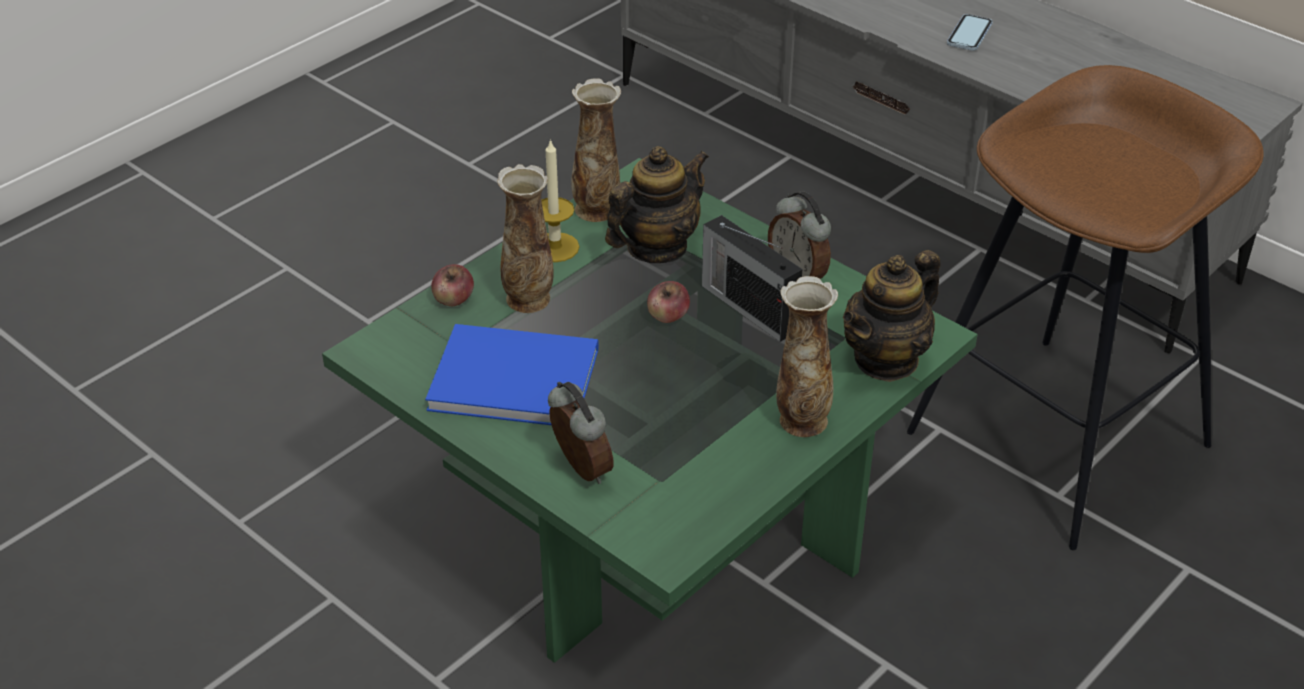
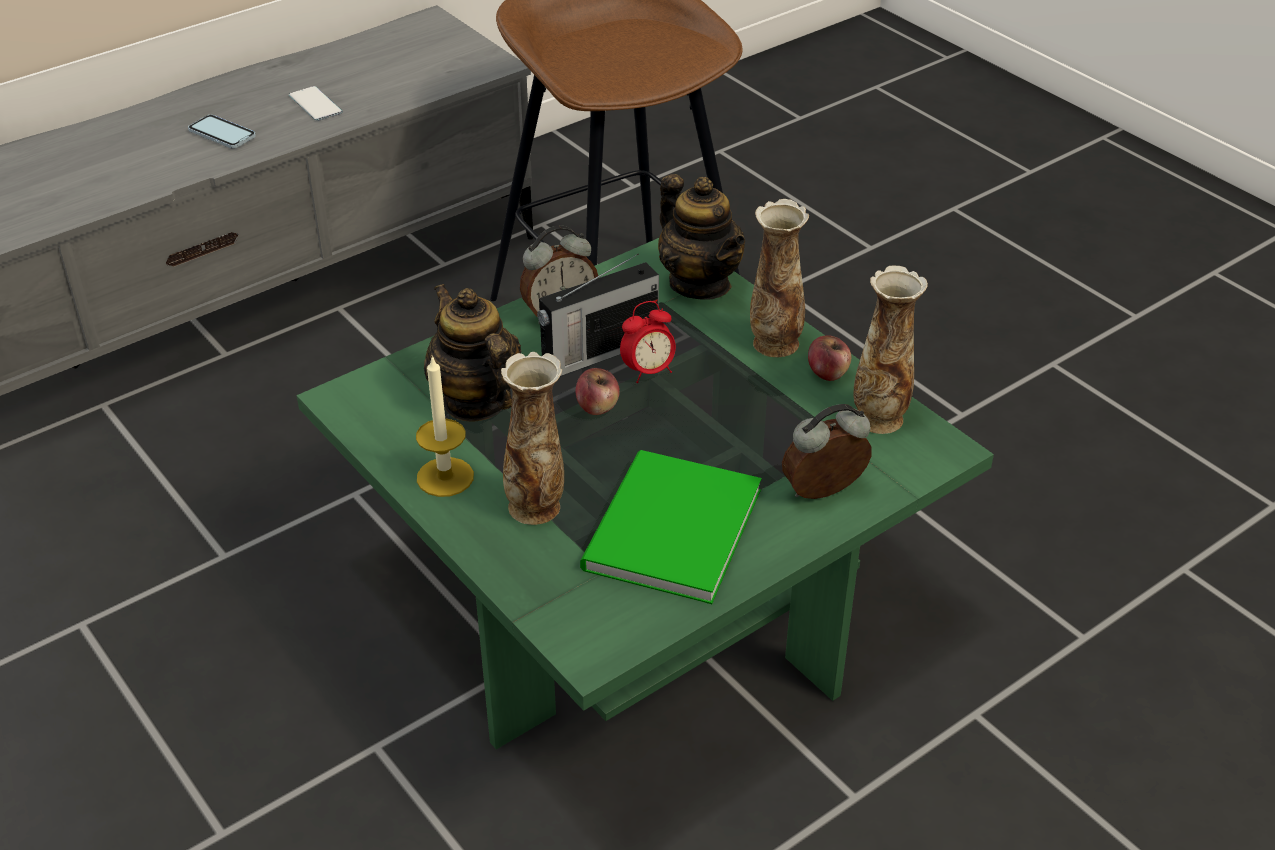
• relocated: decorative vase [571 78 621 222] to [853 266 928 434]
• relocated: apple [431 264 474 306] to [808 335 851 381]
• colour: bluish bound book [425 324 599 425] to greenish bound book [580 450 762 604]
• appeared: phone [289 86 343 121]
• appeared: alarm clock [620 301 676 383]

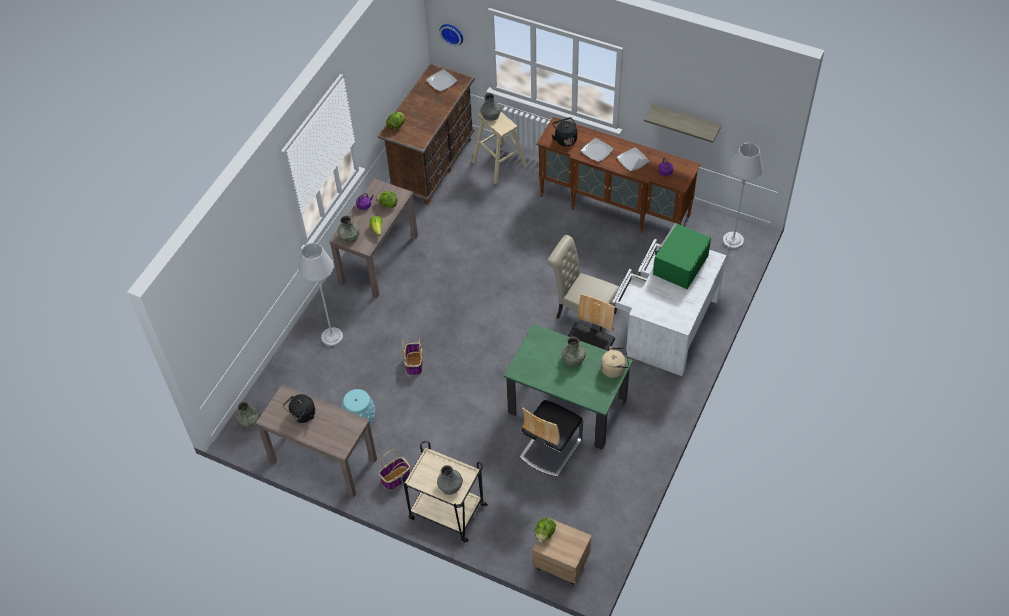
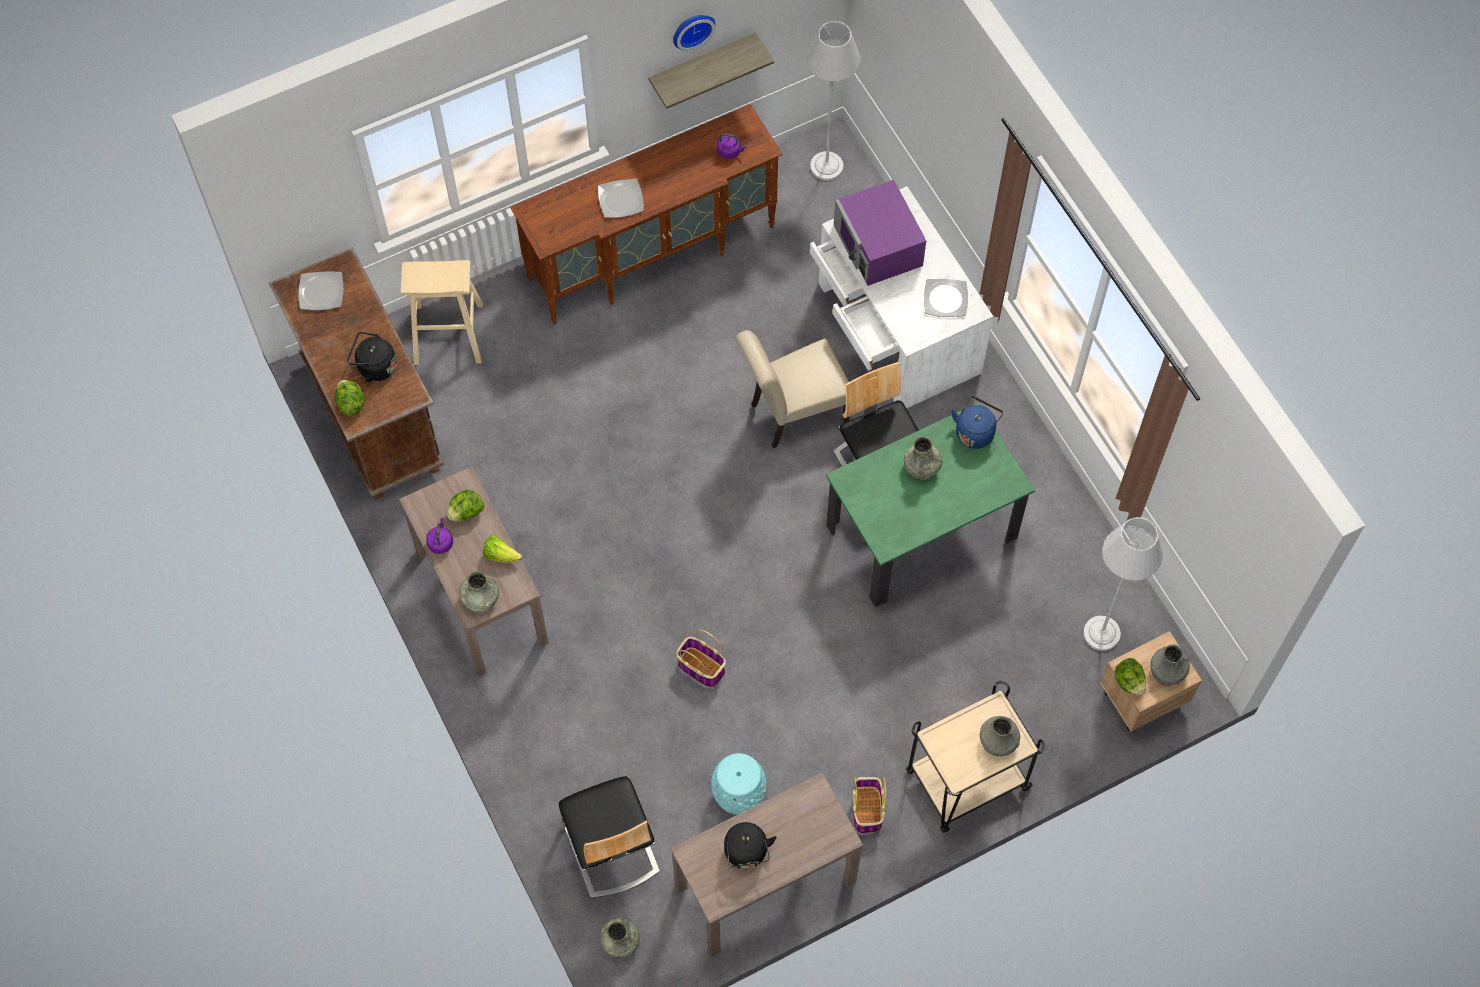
• relocated: wall clock [439 24 463 46] to [673 15 715 51]
• relocated: gray decorative vase [480 93 501 121] to [1150 644 1190 686]
• relocated: black tea kettle [552 117 577 146] to [347 332 396 382]
• relocated: dinner plate [617 147 649 171] to [924 279 968 317]
• colour: greenish microwave [653 223 711 289] to purple-coloured microwave [834 180 926 286]
• relocated: gray standard lamp [299 243 343 346] to [1083 517 1163 651]
• colour: beige-coloured tea kettle [601 346 629 378] to bluish tea kettle [951 396 1003 449]
• relocated: upright chair [520 400 583 477] to [558 776 660 898]

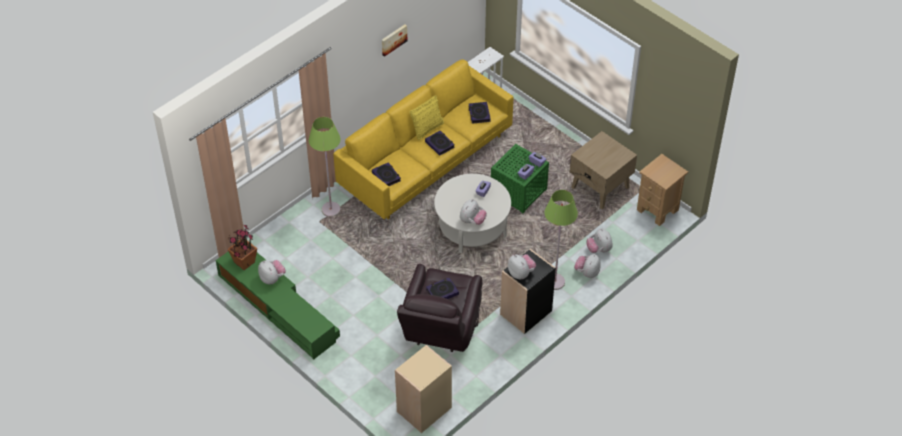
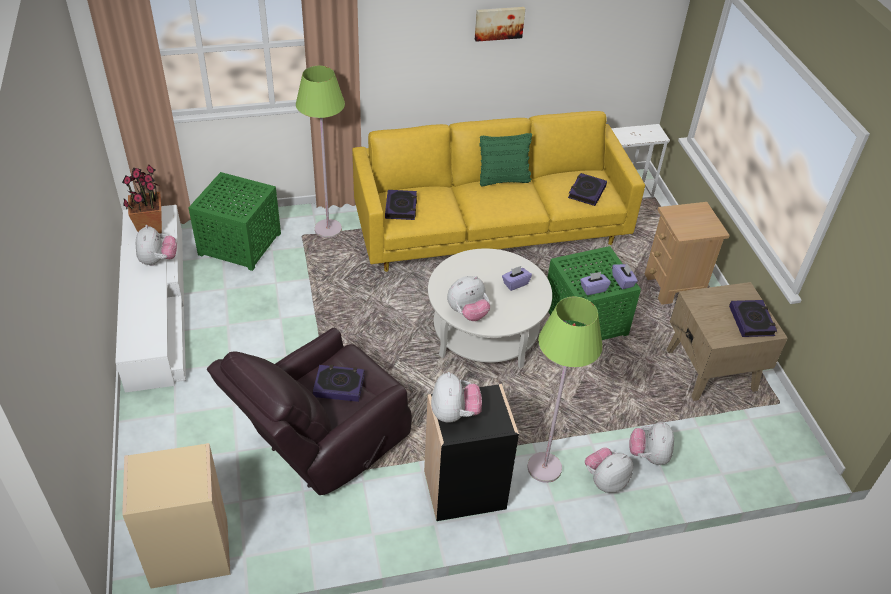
• colour: yellow throw pillow [410 95 444 140] to greenish throw pillow [479 133 532 186]
• relocated: bound book [425 131 455 156] to [729 300 777 337]
• relocated: beige-coloured bedside table [637 154 688 226] to [645 202 730 305]
• colour: greenish tv unit [216 251 340 360] to white-coloured tv unit [115 205 186 393]
• appeared: greenish accent table [189 172 281 271]

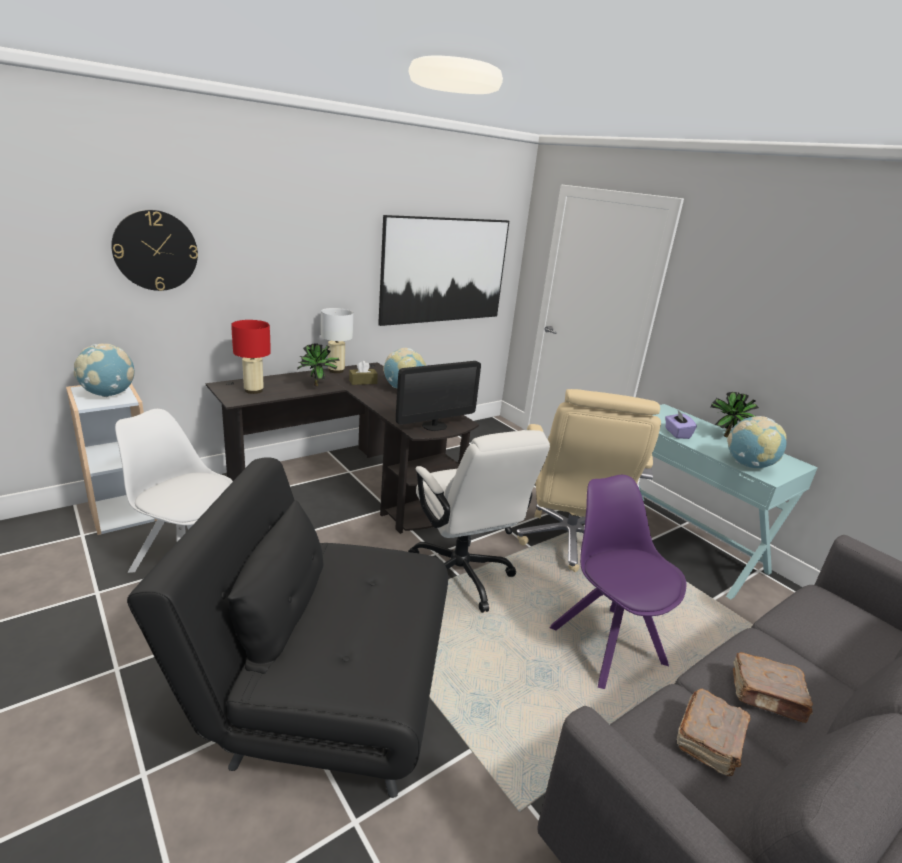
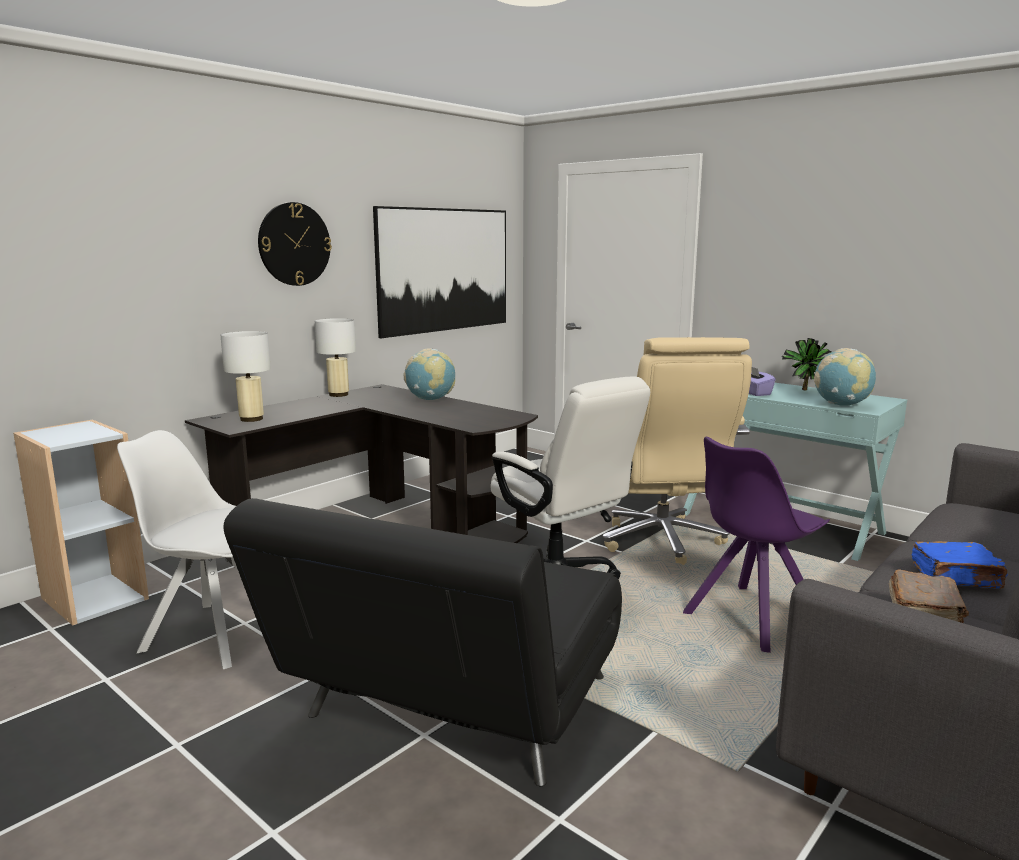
• relocated: wall clock [111 210 198 291] to [258 202 332 286]
• colour: red-coloured tabletop lamp [231 320 271 394] to white-coloured tabletop lamp [221 331 270 422]
• missing: world globe [74 344 135 397]
• missing: plant in a pot [297 344 340 386]
• missing: brownish tissue holder [349 361 378 385]
• missing: computer screen [396 361 481 431]
• spun: black easy chair [127 457 448 798] = [223 498 622 786] 60 degrees counterclockwise
• spun: purple-coloured upright chair [550 475 687 689] = [683 437 830 653] 90 degrees counterclockwise
• colour: brownish bound book [733 652 813 723] to bluish bound book [912 541 1008 589]

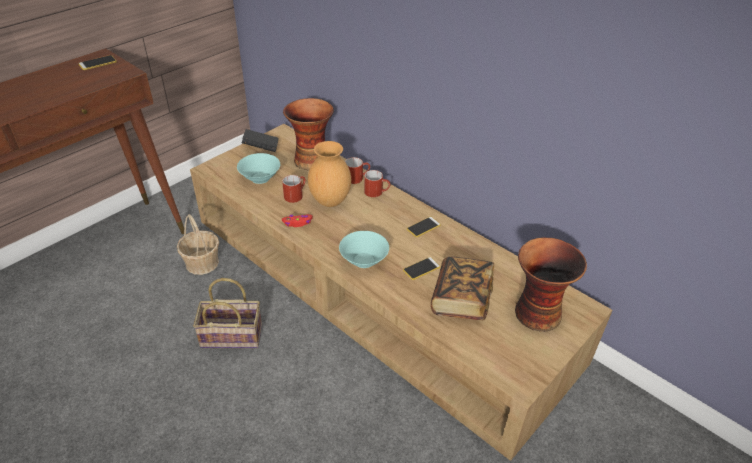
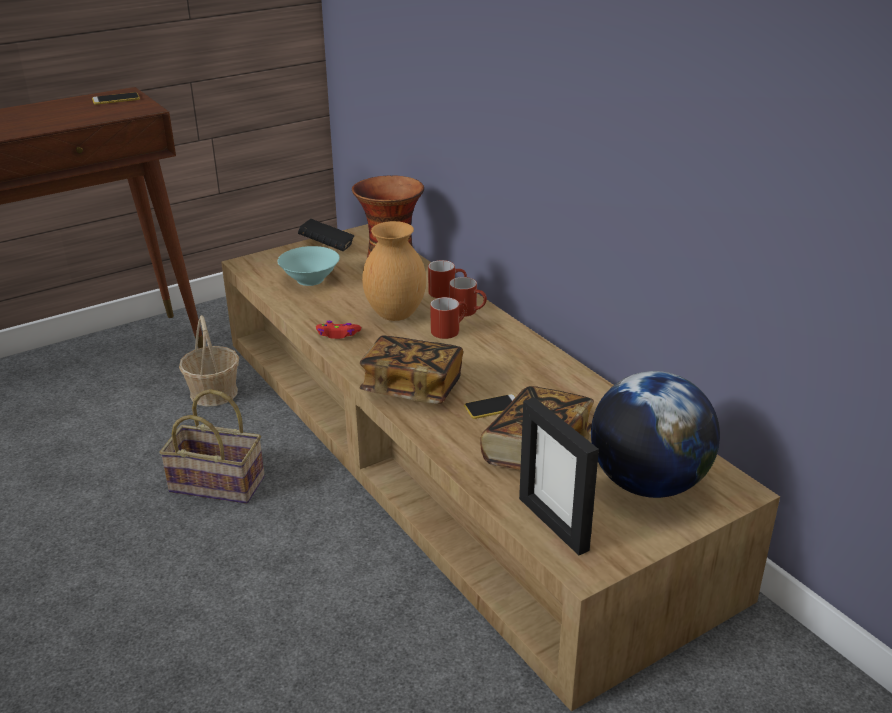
• relocated: red-coloured tea mug [282 175 306 203] to [430 297 467 339]
• missing: phone [407 217 441 237]
• exchanged: blue-green deep dish [339 231 389 268] to bound book [360 335 463 404]
• exchanged: decorative vase [515 237 587 332] to world globe [591 371 720 498]
• appeared: standing frame [519 397 599 555]

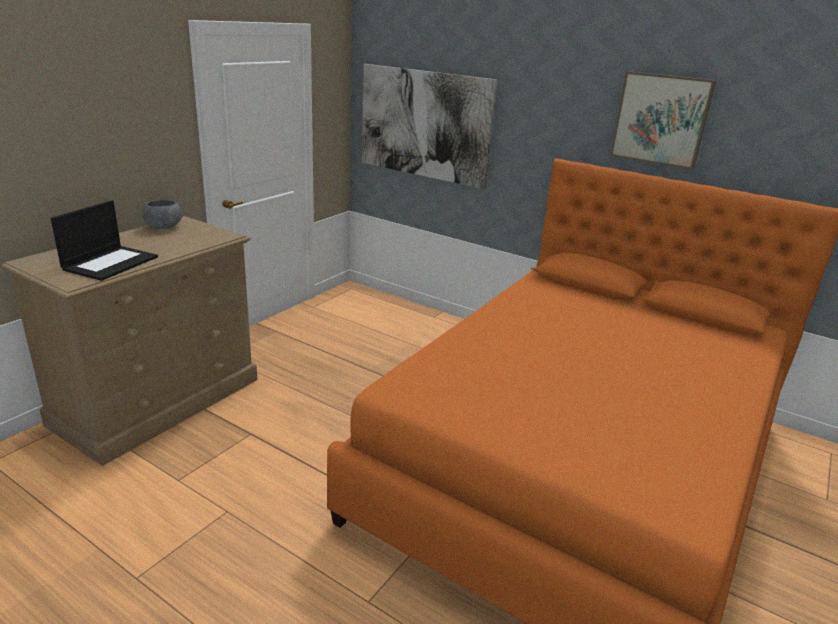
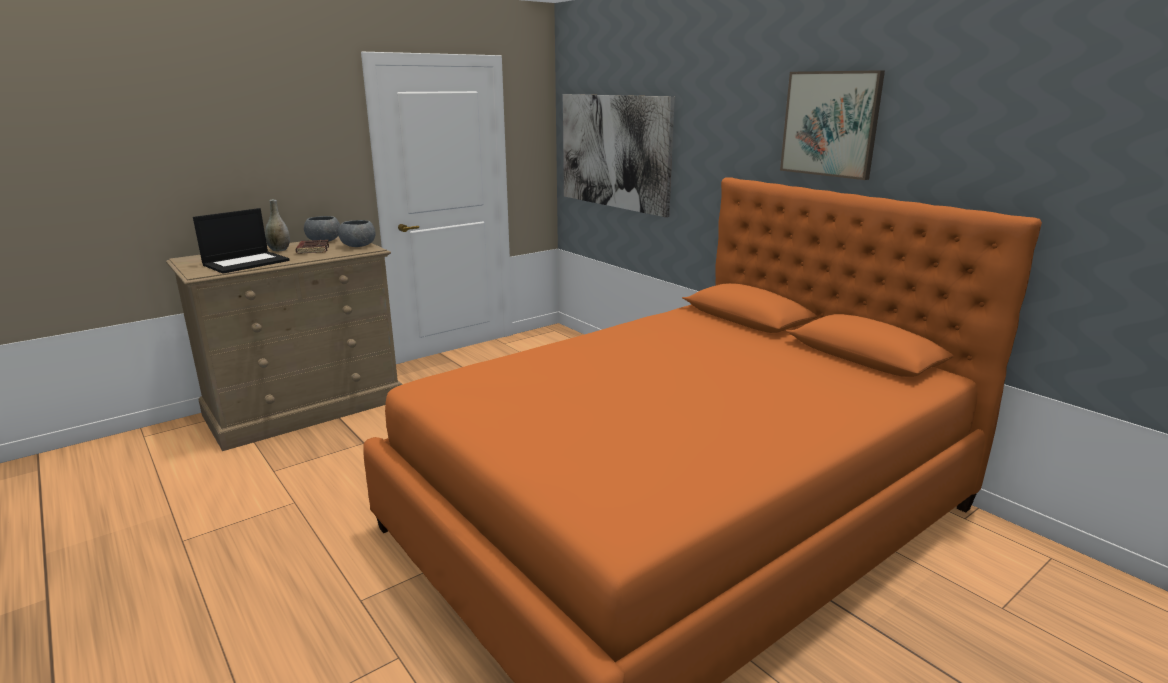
• appeared: gray decorative vase [265 200 290 252]
• appeared: gray deep dish [338 220 376 247]
• appeared: brownish bound book [296 240 329 254]

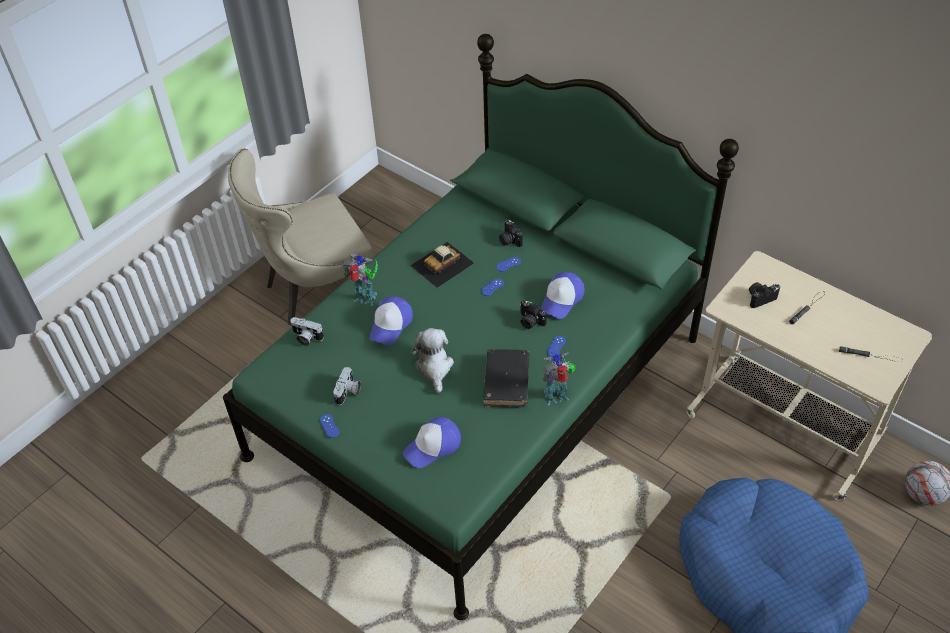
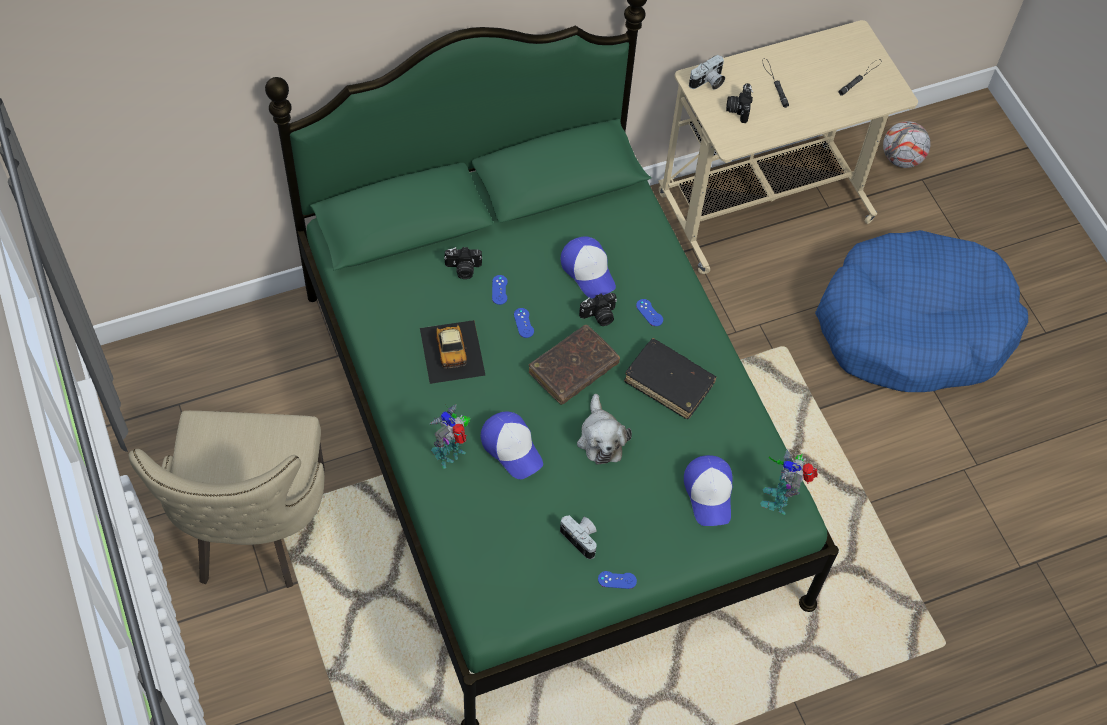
• relocated: still camera [291 317 324 346] to [689 55 725 89]
• spun: cuddly toy [411 328 454 393] = [577 394 632 464] 120 degrees counterclockwise
• relocated: robot figure [542 352 576 406] to [760 449 818 515]
• appeared: brownish bound book [529 325 620 405]

